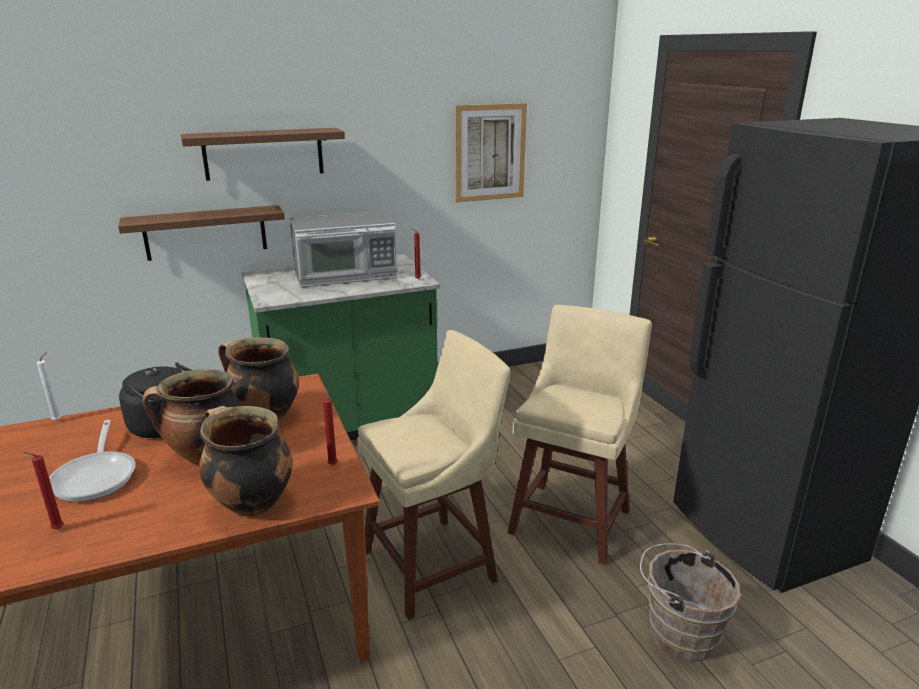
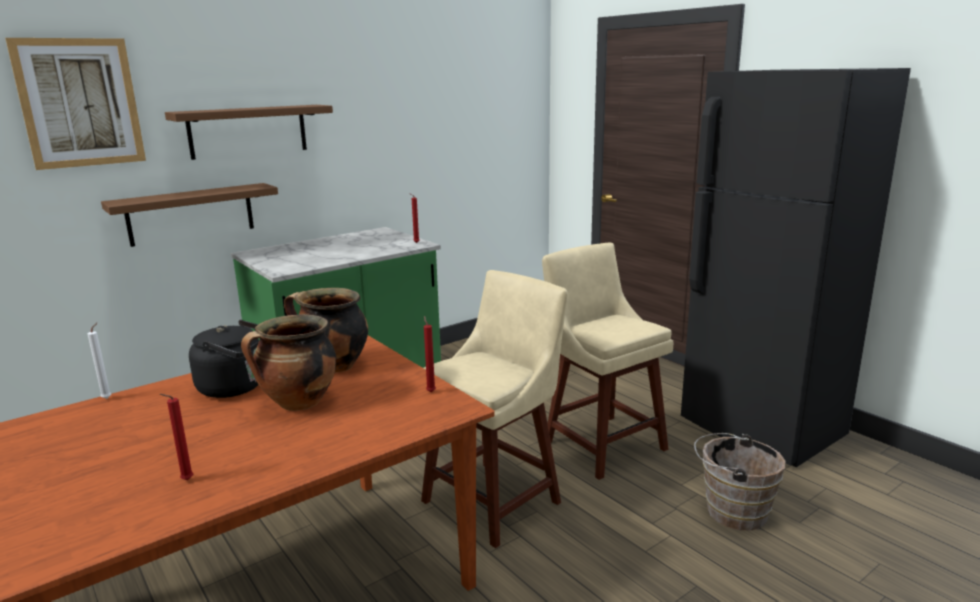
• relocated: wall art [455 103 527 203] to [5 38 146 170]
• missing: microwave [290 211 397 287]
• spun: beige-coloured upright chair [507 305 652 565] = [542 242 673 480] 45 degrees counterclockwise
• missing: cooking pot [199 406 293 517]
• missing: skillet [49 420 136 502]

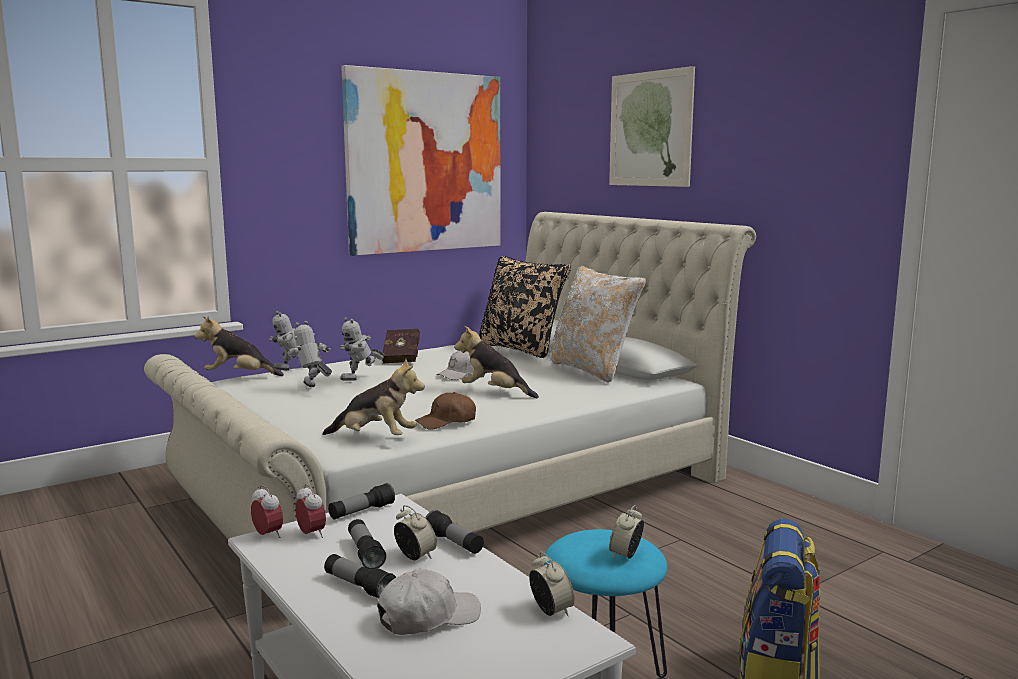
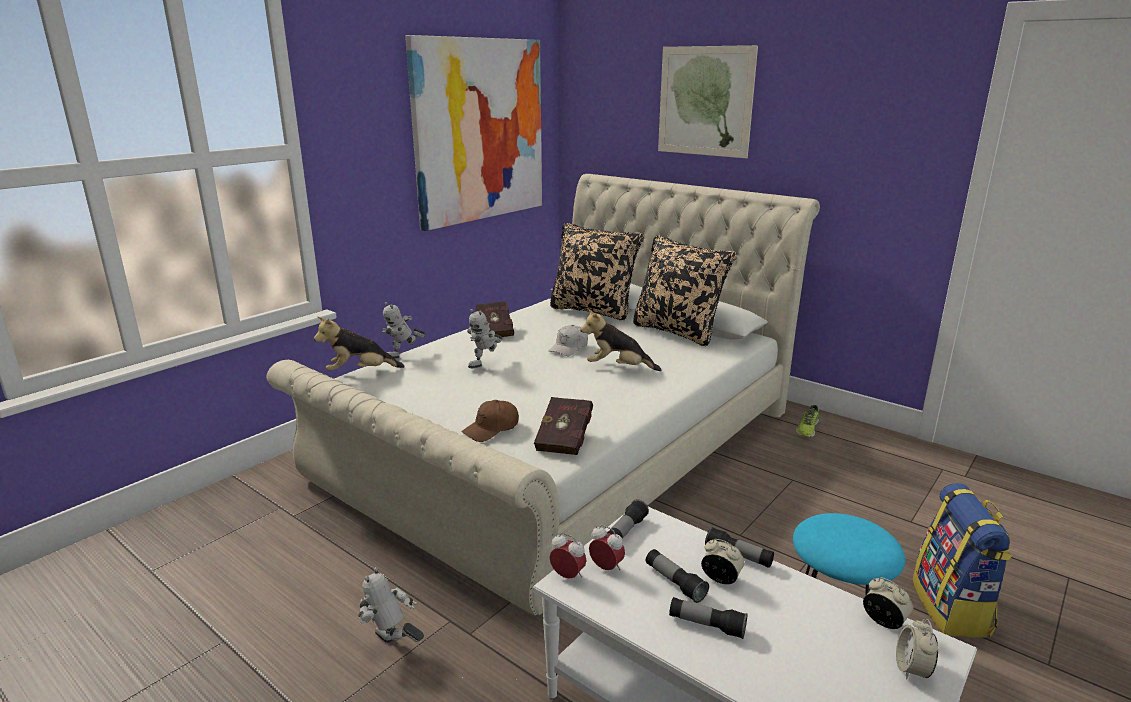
• colour: white-coloured throw pillow [550 265 646 382] to black throw pillow [633 235 737 346]
• relocated: robot figure [287 321 332 387] to [358 567 424 643]
• exchanged: cuddly toy [322 359 425 435] to red-coloured bound book [534 397 593 455]
• relocated: brownish cap [415 392 476 430] to [462 400 519 442]
• relocated: alarm clock [609 505 644 559] to [896 619 938 680]
• missing: white-coloured cap [377 568 481 635]
• appeared: shoe [796 405 819 437]

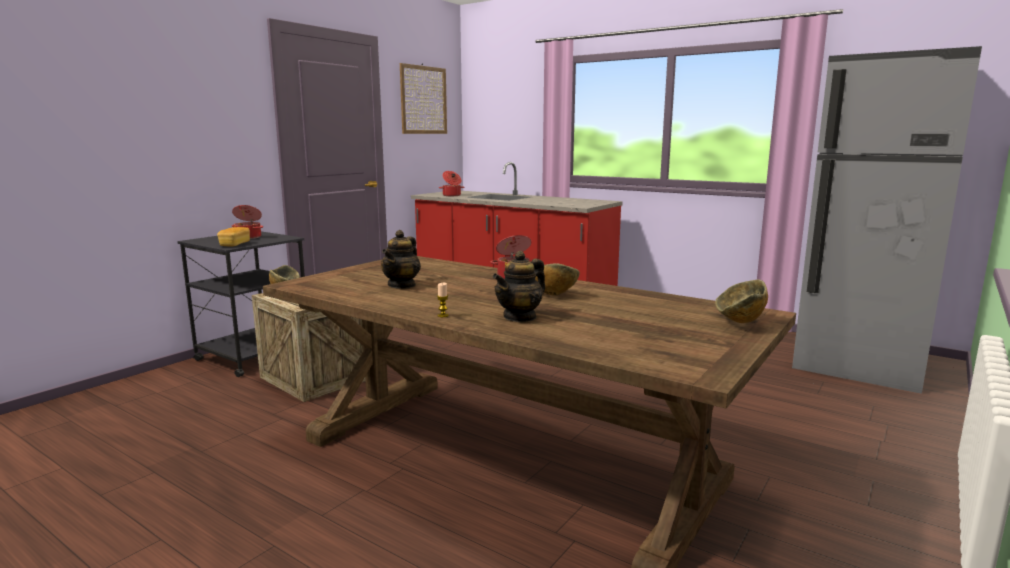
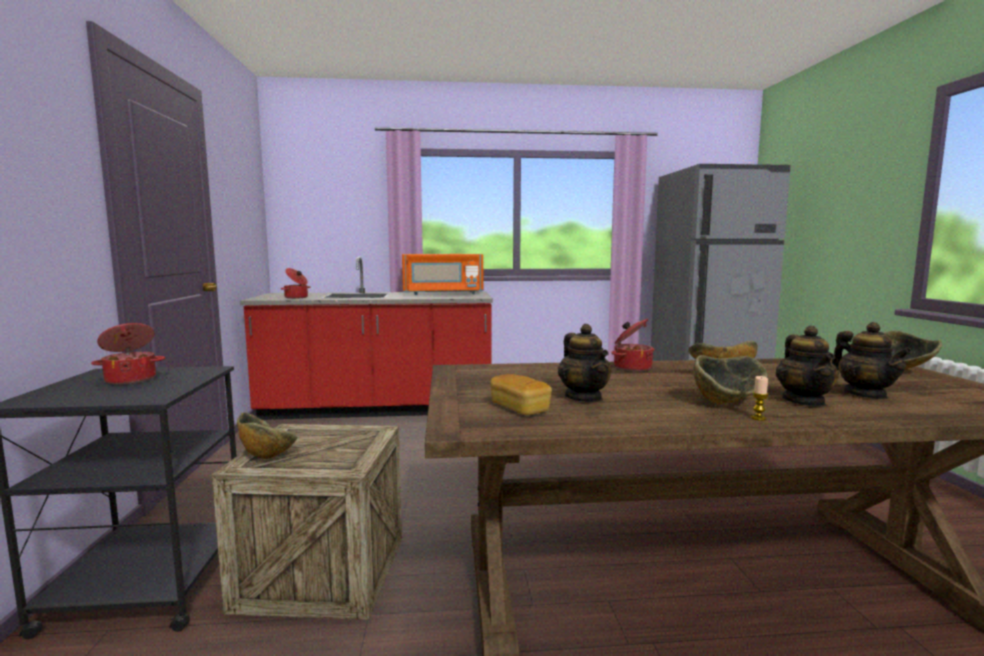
• missing: wall art [400 63 447 134]
• relocated: bread [217 227 250 247] to [491 374 552 415]
• appeared: orangey microwave [402 254 483 295]
• appeared: tea pot [832 322 912 399]
• appeared: deep dish [693 355 768 404]

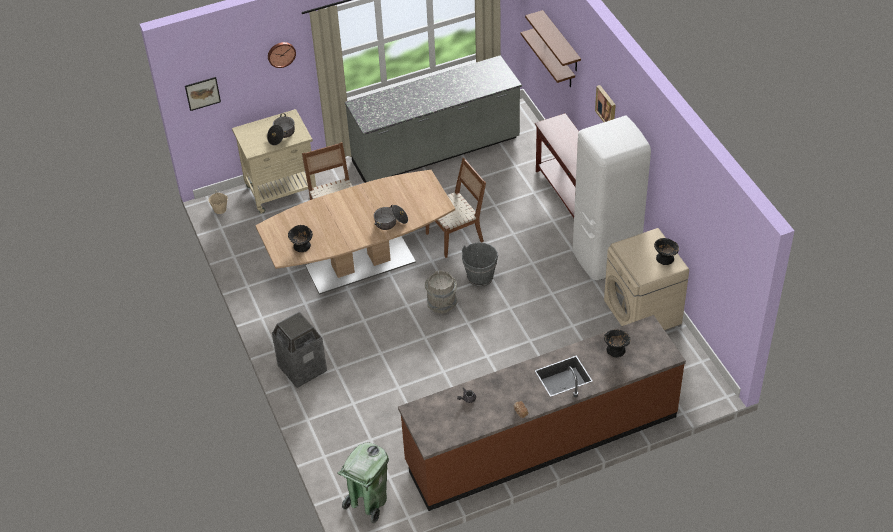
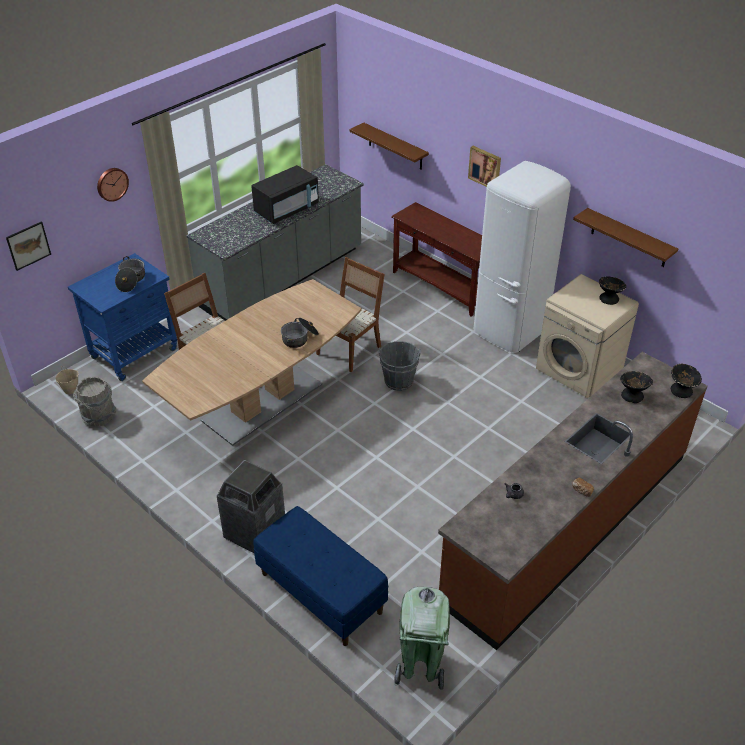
• relocated: brownish bracket shelf [525 10 581 71] to [573 208 678 267]
• colour: beige-coloured wheeled cart [232 109 316 214] to bluish wheeled cart [68 253 177 381]
• relocated: black deep dish [288 225 313 252] to [671 364 702 398]
• relocated: gray pail [425 270 458 314] to [73 376 116 427]
• appeared: black microwave [251 165 319 224]
• appeared: bluish long seat [253 506 388 646]

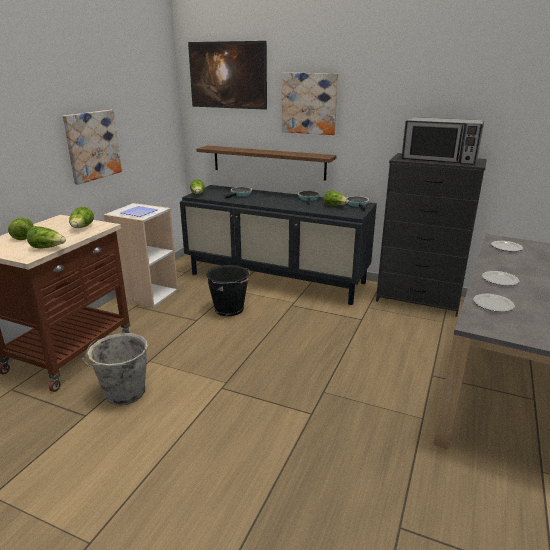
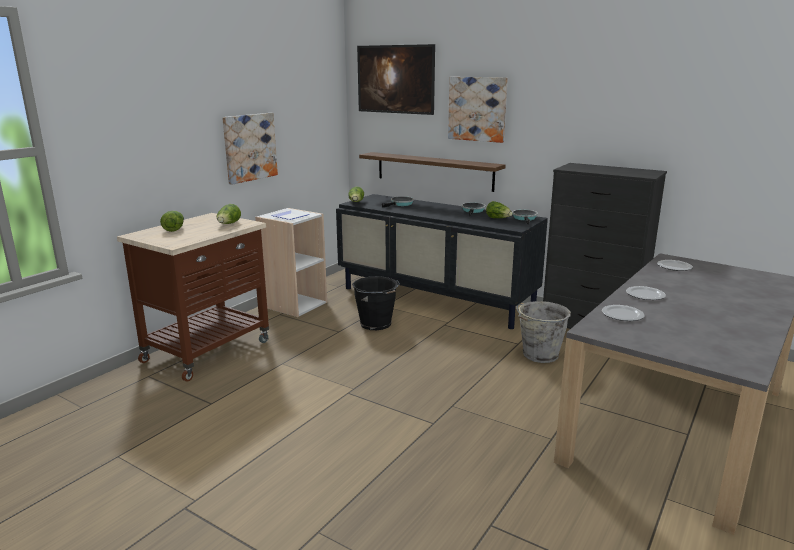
• missing: microwave [402 117 484 165]
• missing: lettuce head [27 226 66 249]
• relocated: gray pail [81 333 148 406] to [516 301 571 363]

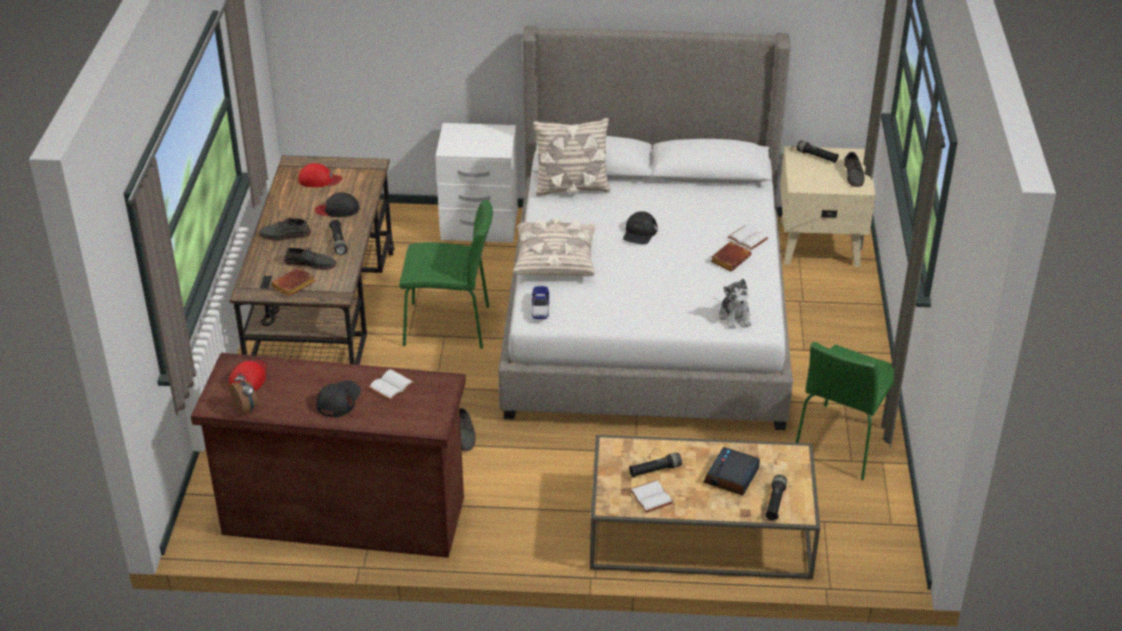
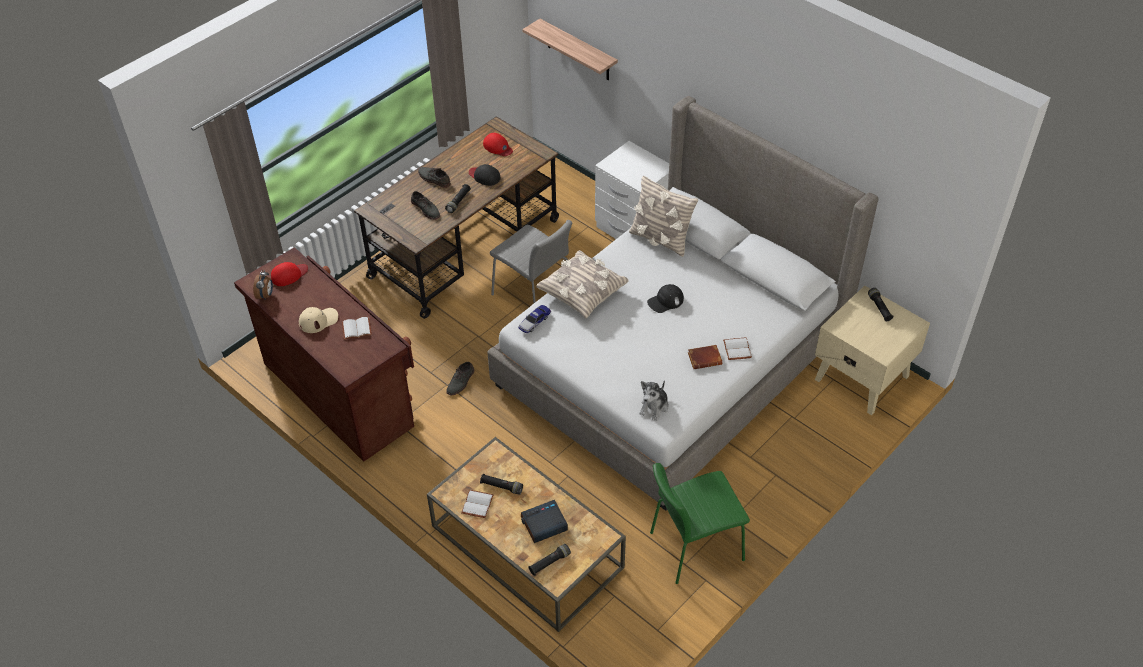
• missing: gray shoe [844 152 864 187]
• colour: greenish upright chair [399 200 493 349] to gray upright chair [490 220 573 303]
• missing: brownish bound book [271 267 316 297]
• colour: black cap [316 380 361 417] to beige-coloured cap [299 307 338 333]
• appeared: bracket shelf [522 19 618 80]

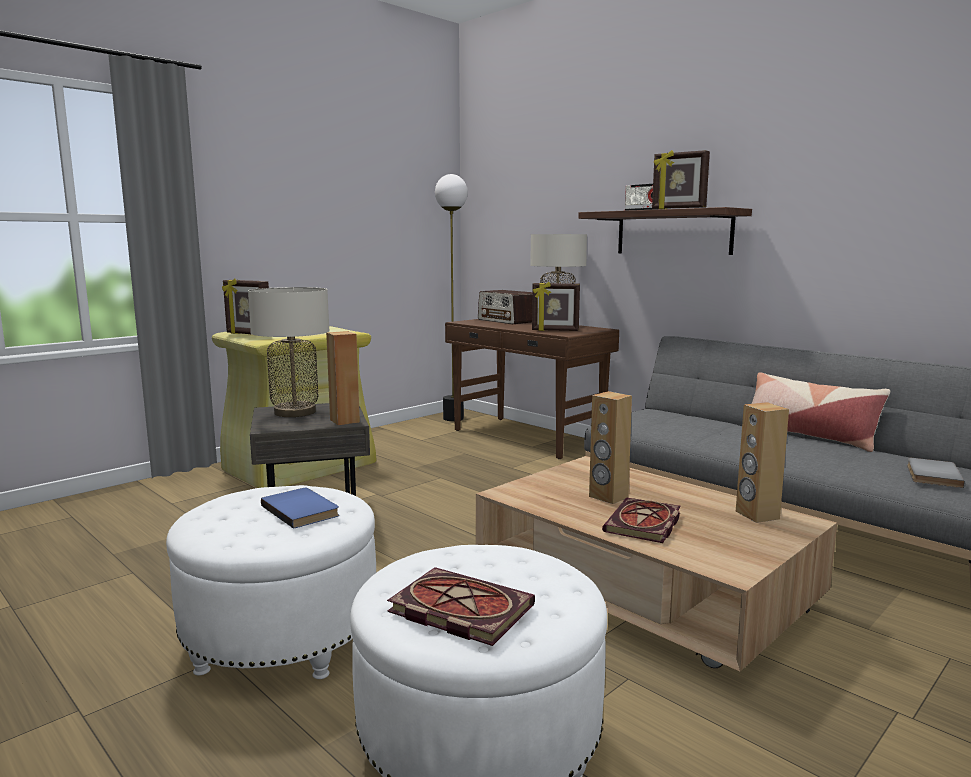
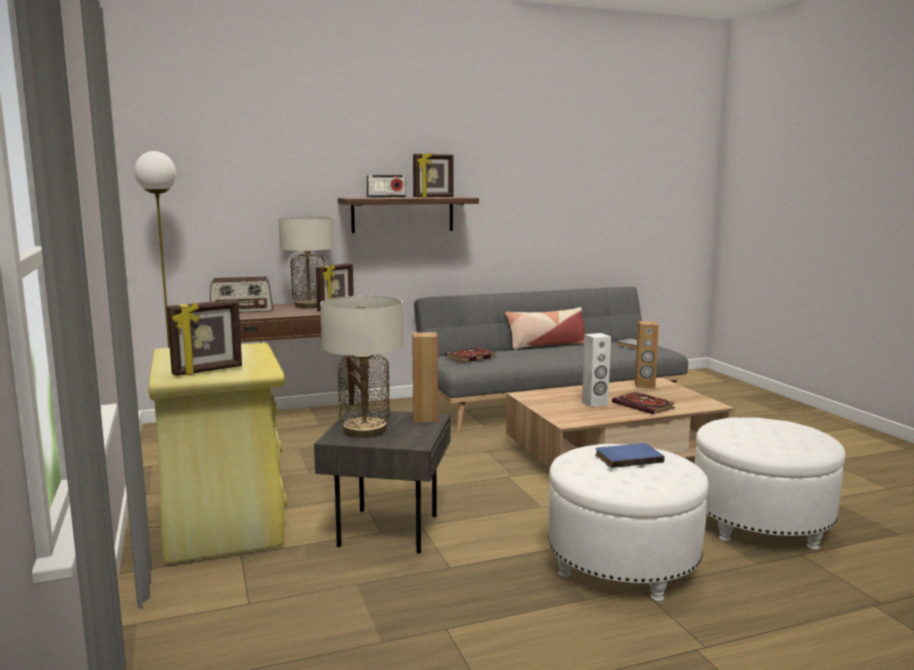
• colour: brownish loudspeaker [589 391 632 504] to white-coloured loudspeaker [582 333 611 407]
• relocated: bound book [387 567 535 646] to [445 347 496 362]

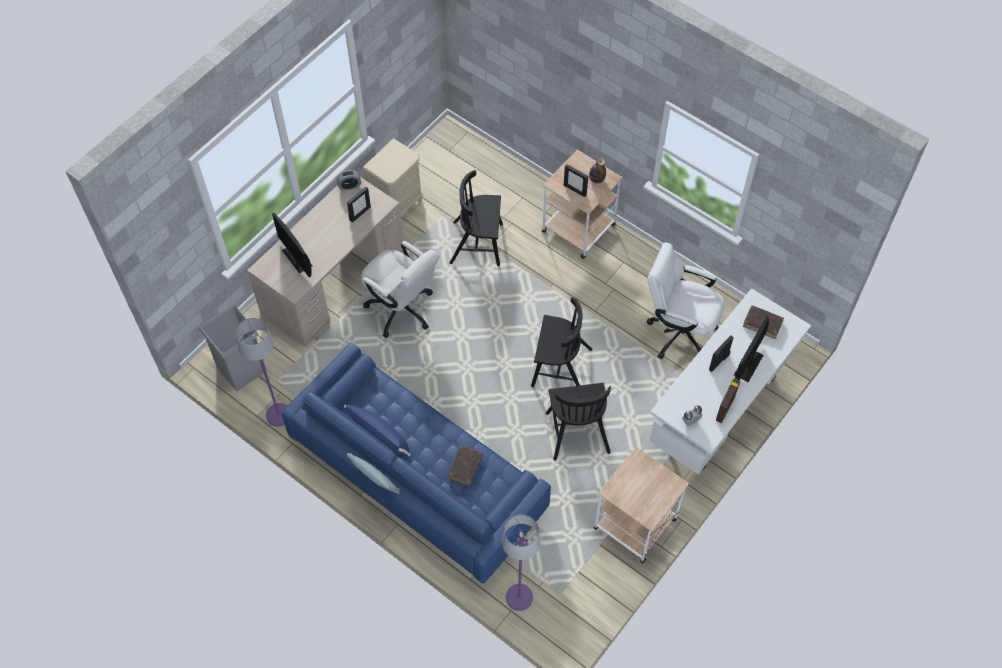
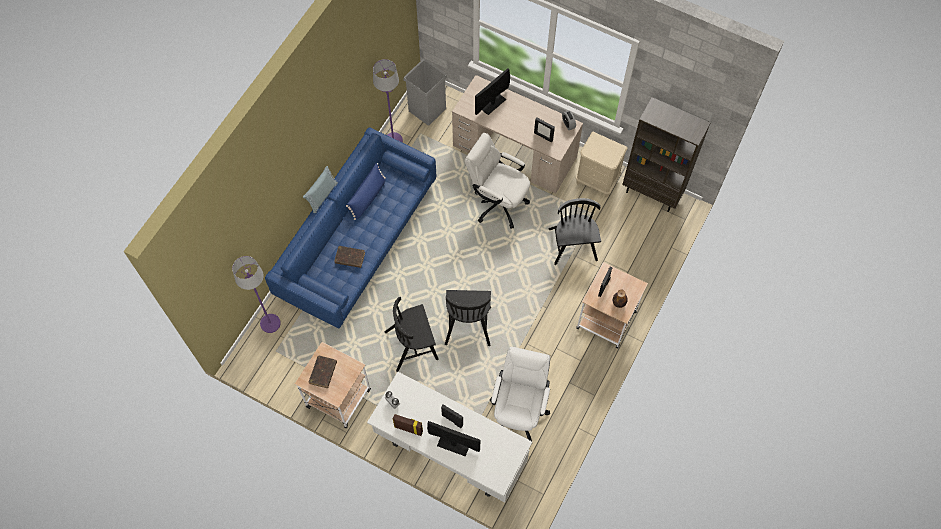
• spun: white-coloured office chair [361 241 440 338] = [465 133 530 229] 90 degrees clockwise
• relocated: brownish bound book [743 305 784 339] to [309 356 337 388]
• appeared: brownish bookshelf [622 97 710 212]

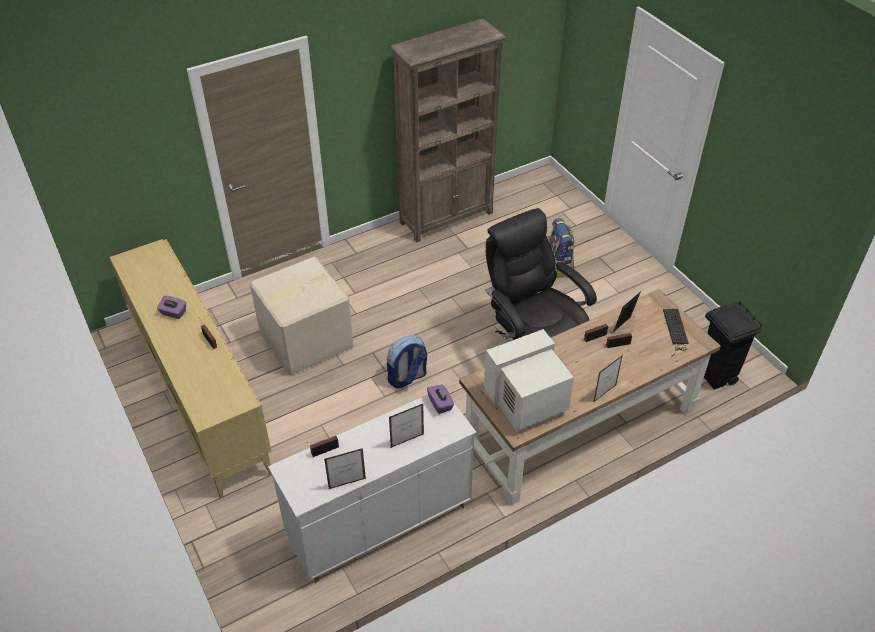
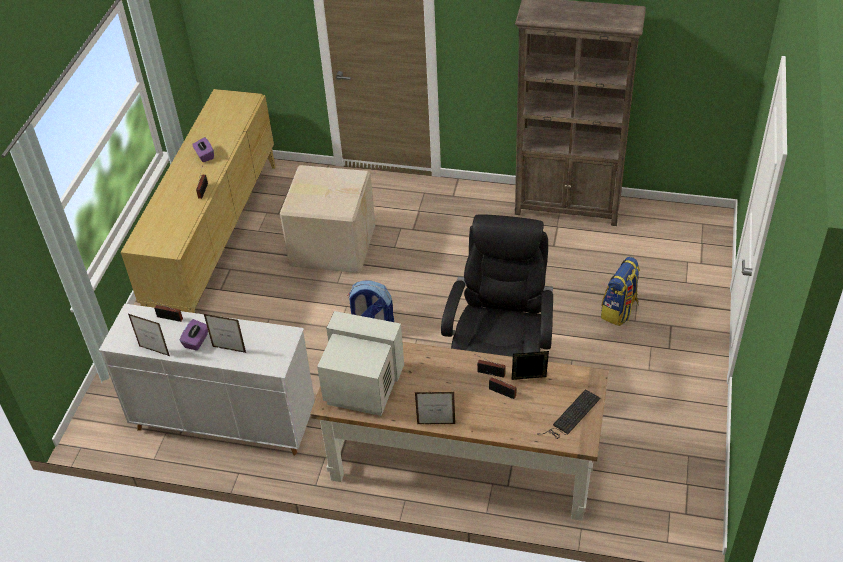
• missing: black trash can [704 301 763 390]
• relocated: purple-coloured tissue holder [427 385 454 414] to [180 319 208 351]

